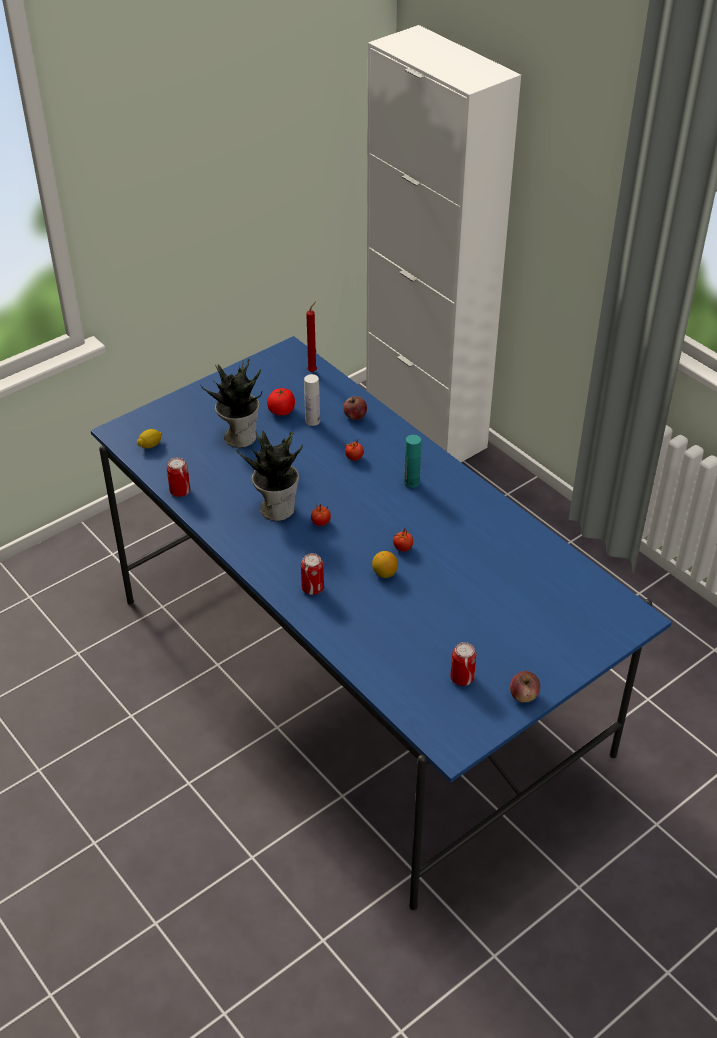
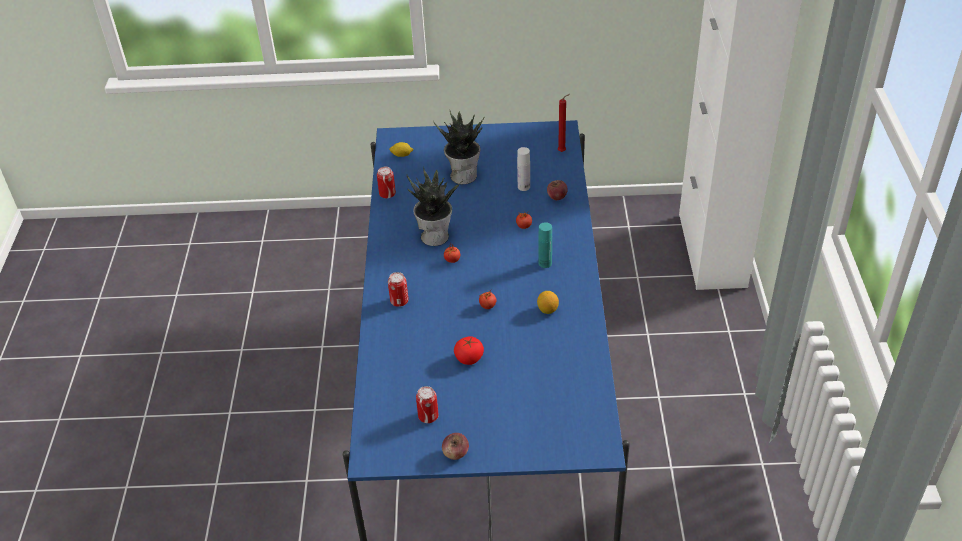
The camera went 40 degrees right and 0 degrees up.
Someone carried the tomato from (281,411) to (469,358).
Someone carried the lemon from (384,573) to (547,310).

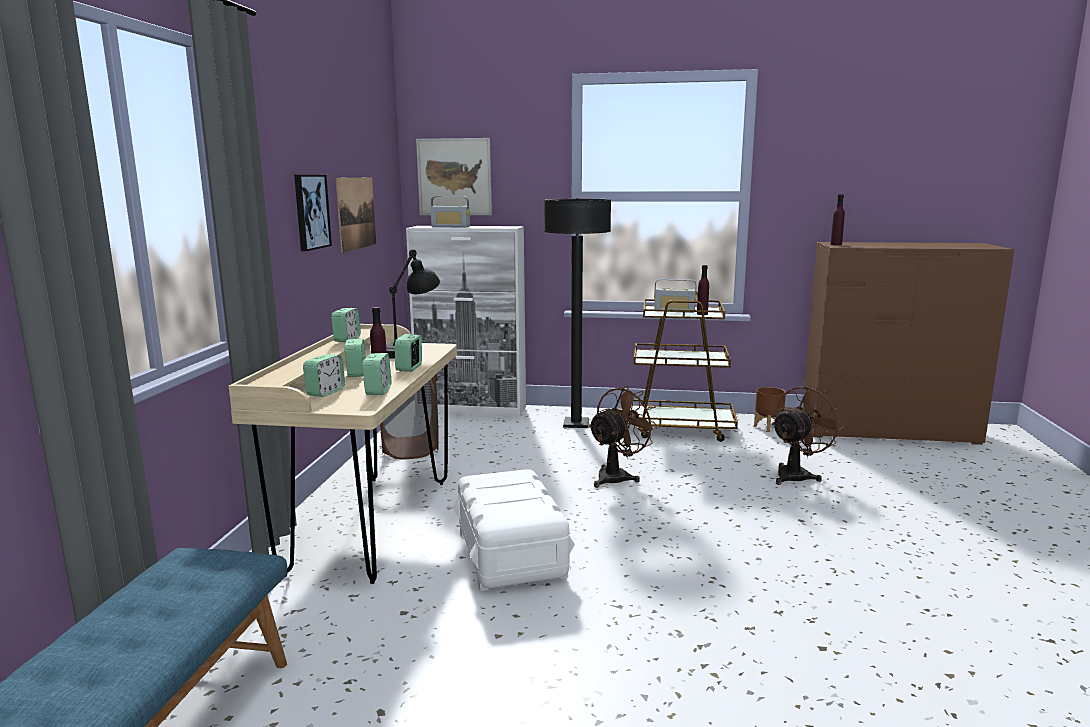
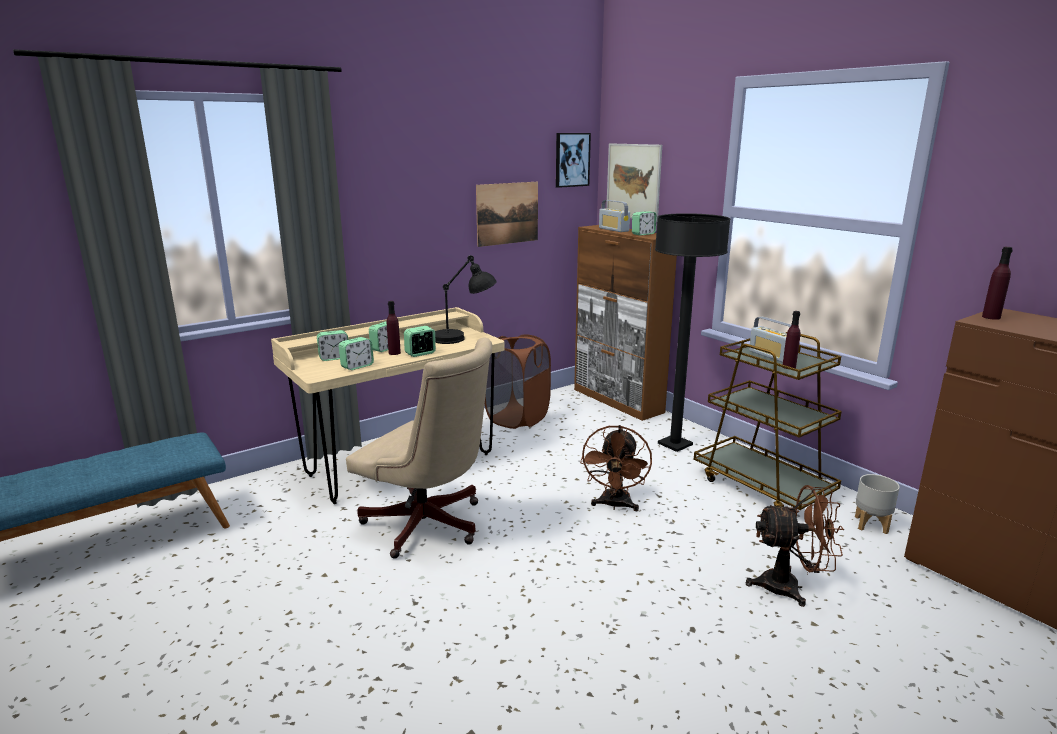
The camera went 45 degrees right and 5 degrees up.
Someone carried the picture from (311,211) to (572,160).
Someone repainted the cabinet (white) at (472,409), which became the cabinet (brown) at (618,401).
Someone carried the alarm clock from (347,339) to (643,234).
Someone rotated the fan (brown) at (617,476) by 105 degrees clockwise.
Someone repainted the planter (brown) at (768,427), which became the planter (grey) at (872,525).
Someone swapped the storage box (white) at (511,554) for the office chair (beige) at (429,527).

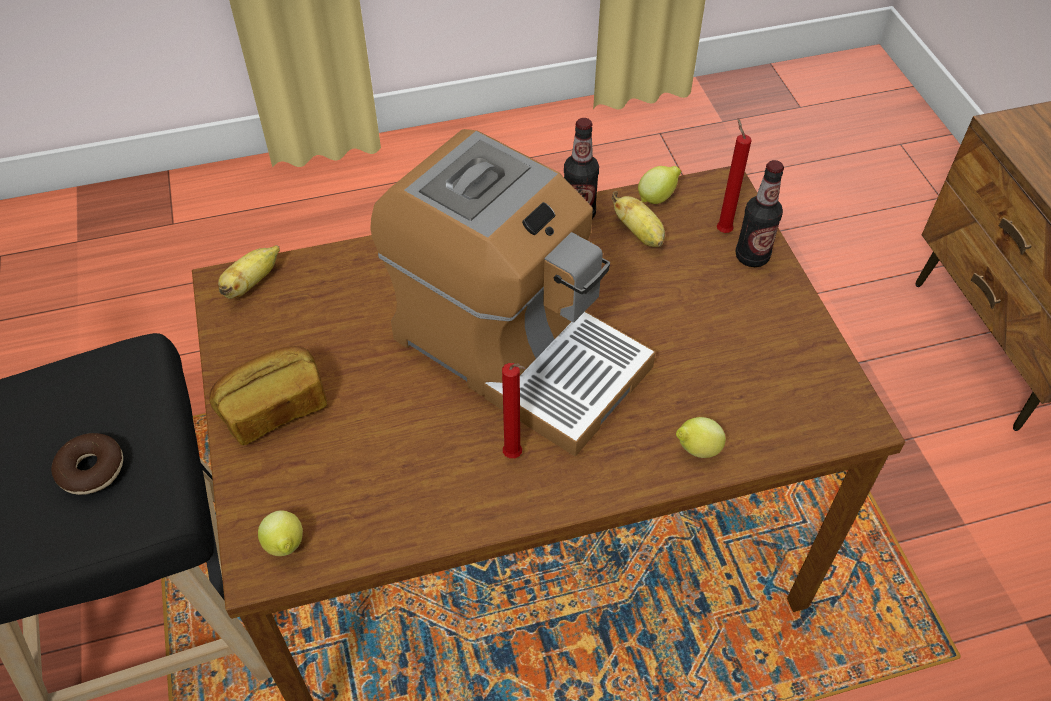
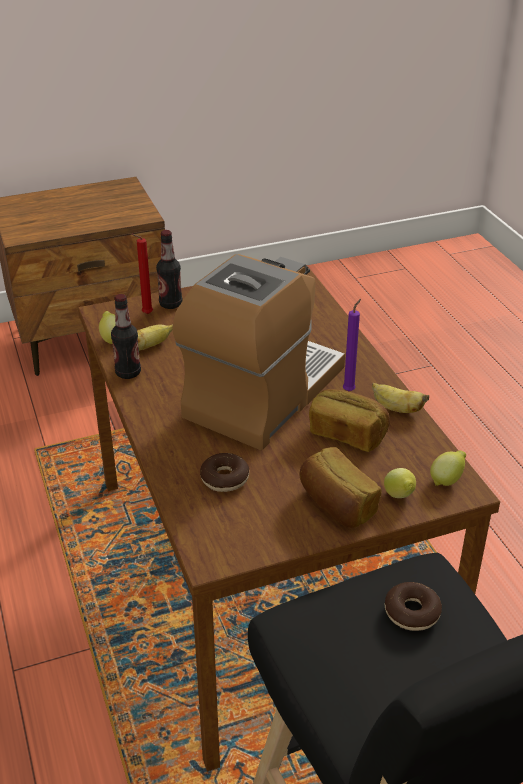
The camera went 95 degrees left and 15 degrees down.
Someone carried the banana from (251,283) to (396,408).
Someone repainted the candle (red) at (514,456), which became the candle (purple) at (350,390).
Someone carried the lemon from (696,450) to (399,496).
Someone put down the bread at (347,433).
Someone put down the donut at (224,478).

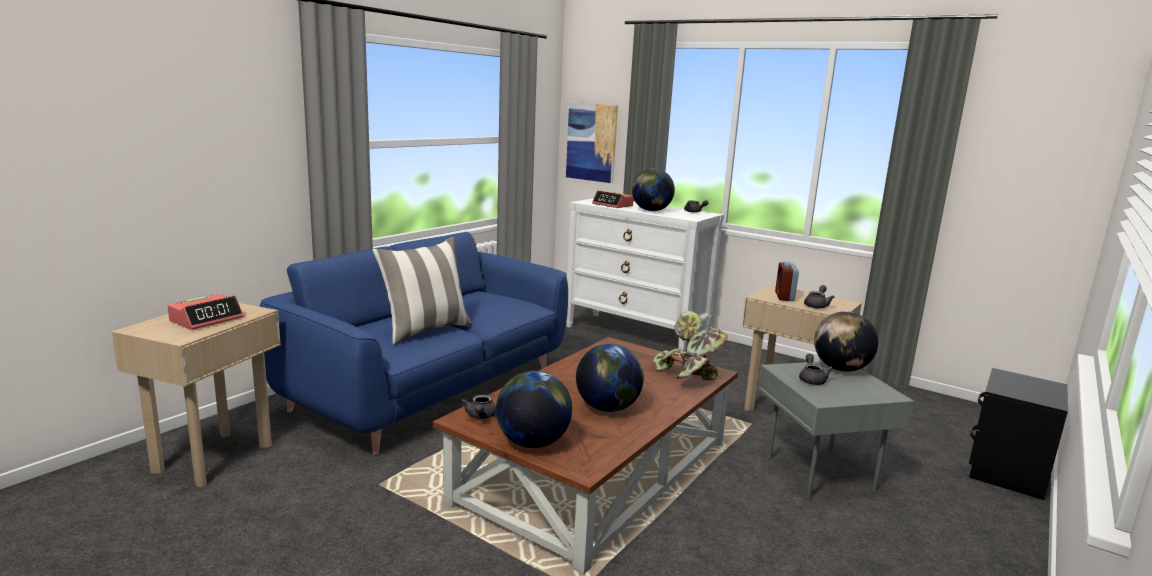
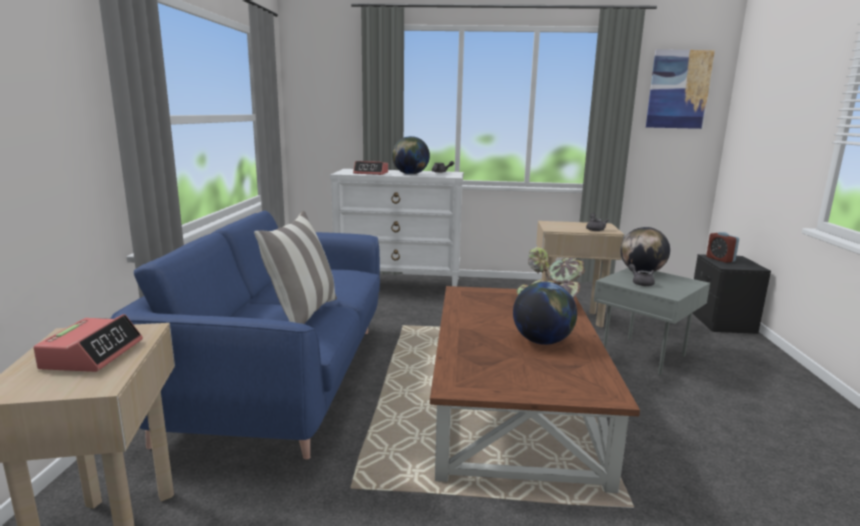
The camera went 30 degrees left and 0 degrees up.
Someone carried the picture from (591,142) to (678,89).
Someone carried the alarm clock from (784,297) to (720,259).
Someone took away the globe at (532,442).
Someone took away the teapot (grey) at (480,416).

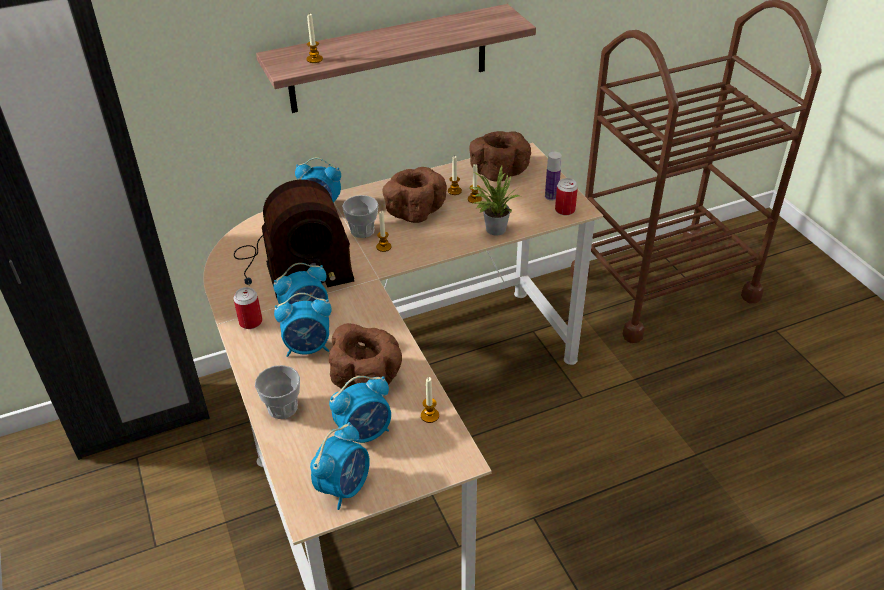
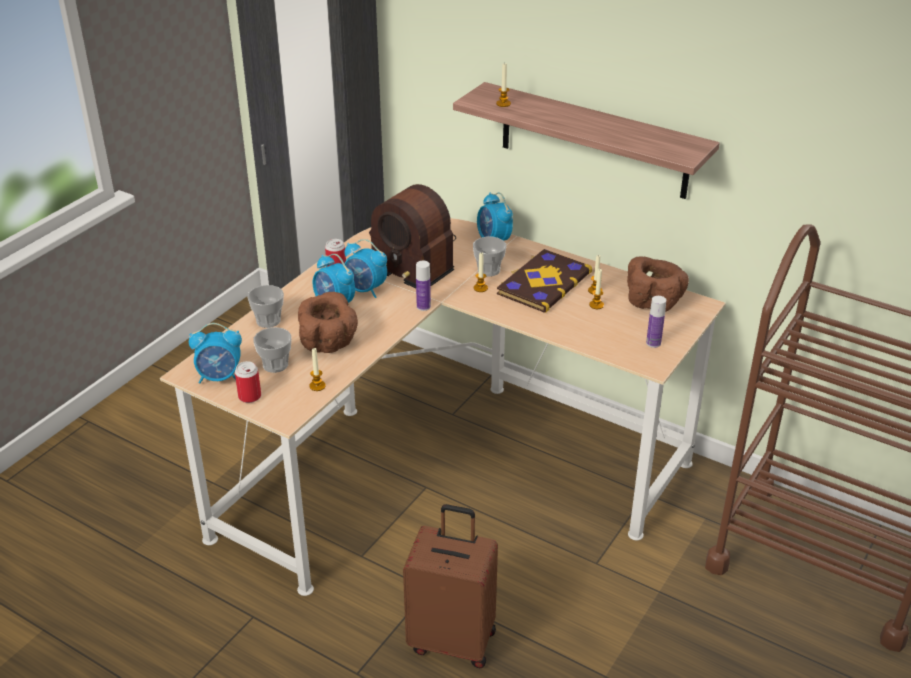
The camera went 55 degrees right and 5 degrees down.
Someone took away the potted plant at (493,229).
Someone swapped the bowl (brown) at (414,211) for the book at (543,283).
Someone carried the can from (565,210) to (249,396).
Someone swapped the alarm clock at (365,433) for the cup at (275,365).
Someone put down the bottle at (423,306).
Someone put down the suitcase (brown) at (453,639).

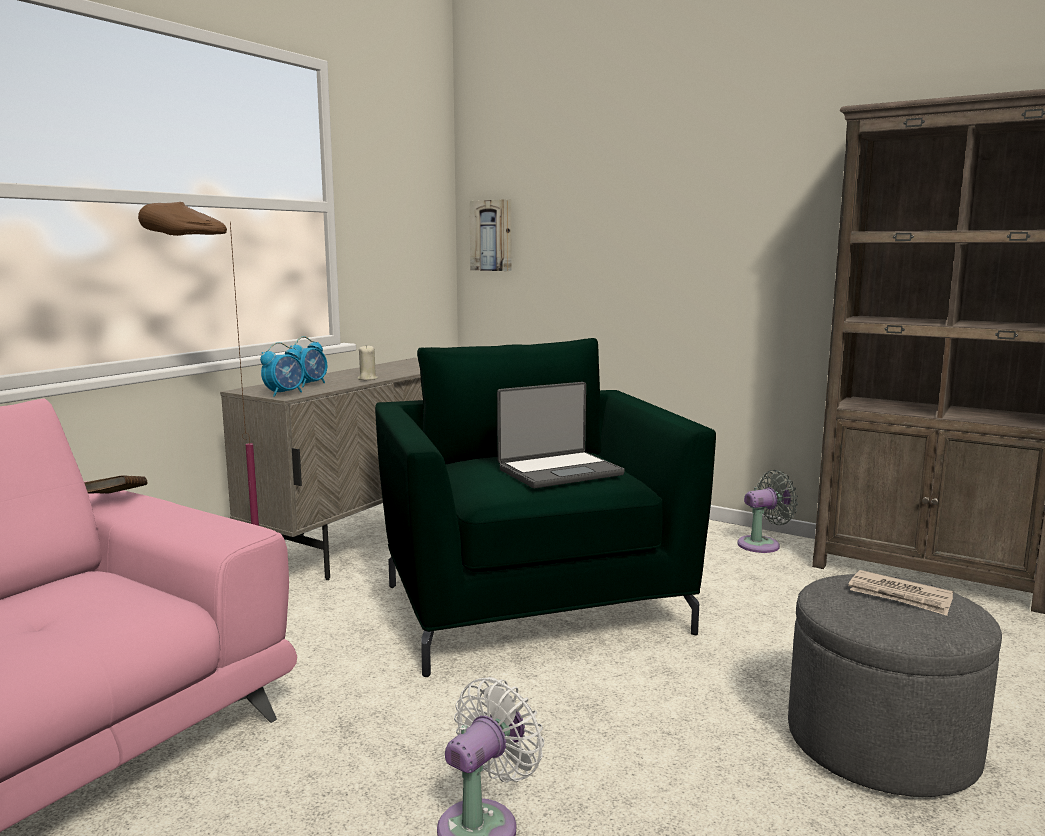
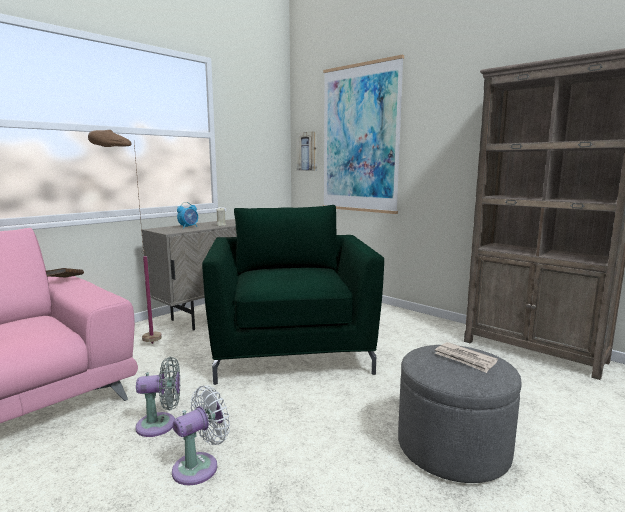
The camera went 10 degrees right and 0 degrees up.
Someone took away the alarm clock at (285,393).
Someone took away the laptop at (559,471).
Someone carried the fan (grey) from (762,544) to (160,425).
Someone put up the picture at (360,139).

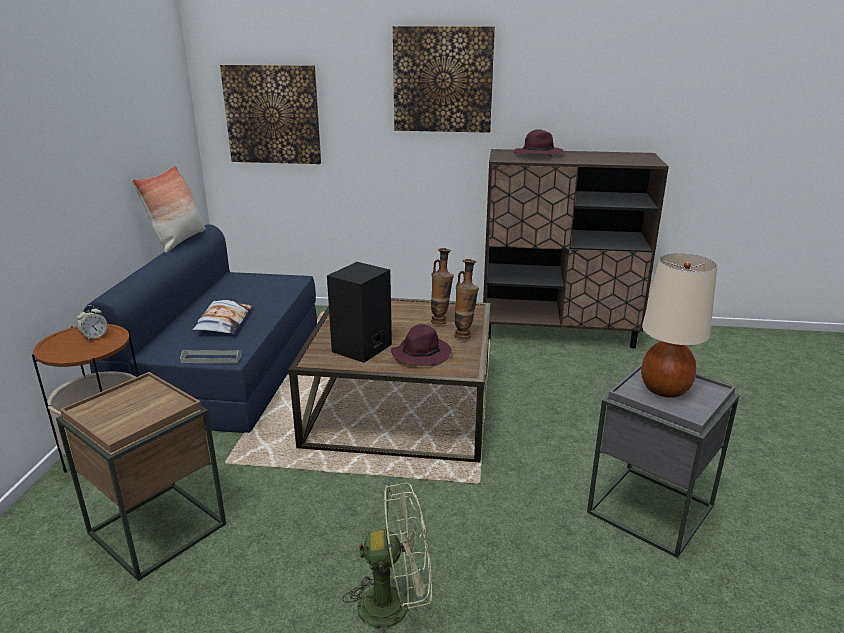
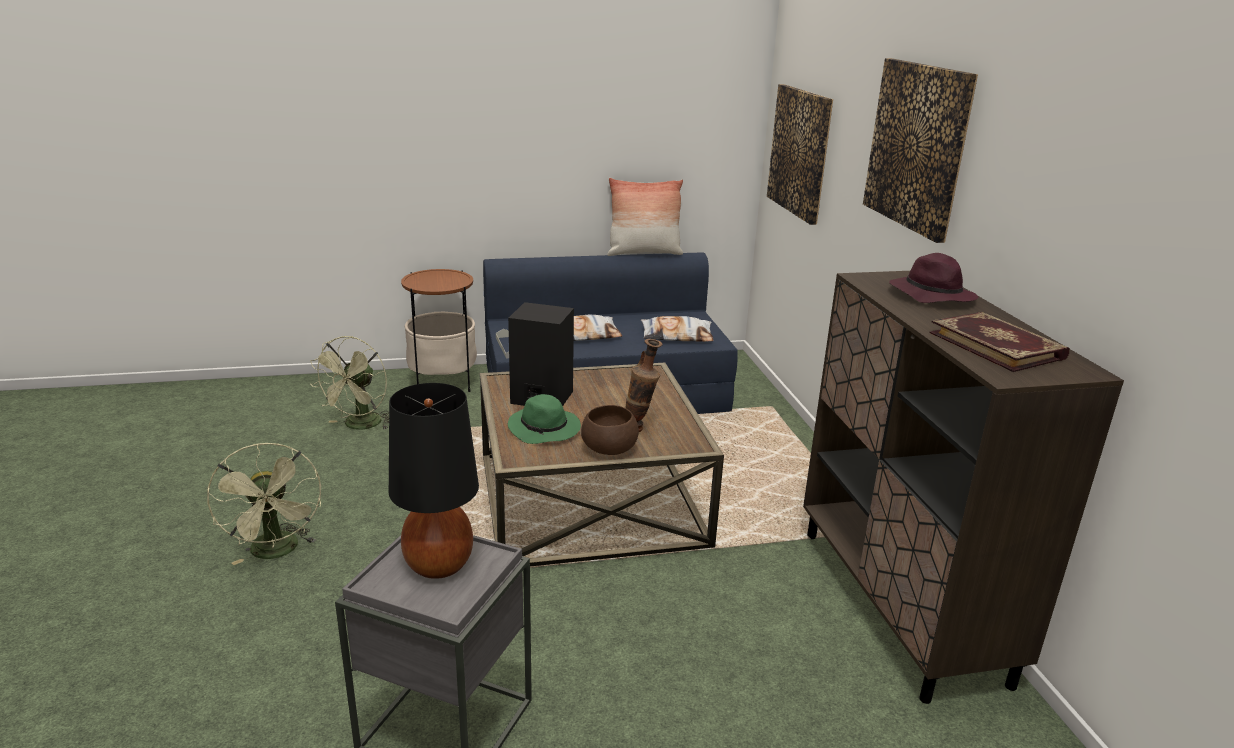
The camera went 70 degrees right and 0 degrees up.
Someone repainted the table lamp (beige) at (665,390), which became the table lamp (black) at (438,565).
Someone swapped the vase at (464,335) for the bowl (brown) at (608,448).
Someone took away the alarm clock at (94,337).
Someone repainted the hat (purple) at (421,354), which became the hat (green) at (545,429).
Someone swapped the side table (brown) at (157,528) for the fan (green) at (359,426).
Someone put down the book at (997,345).
Someone put down the pillow at (677,336).

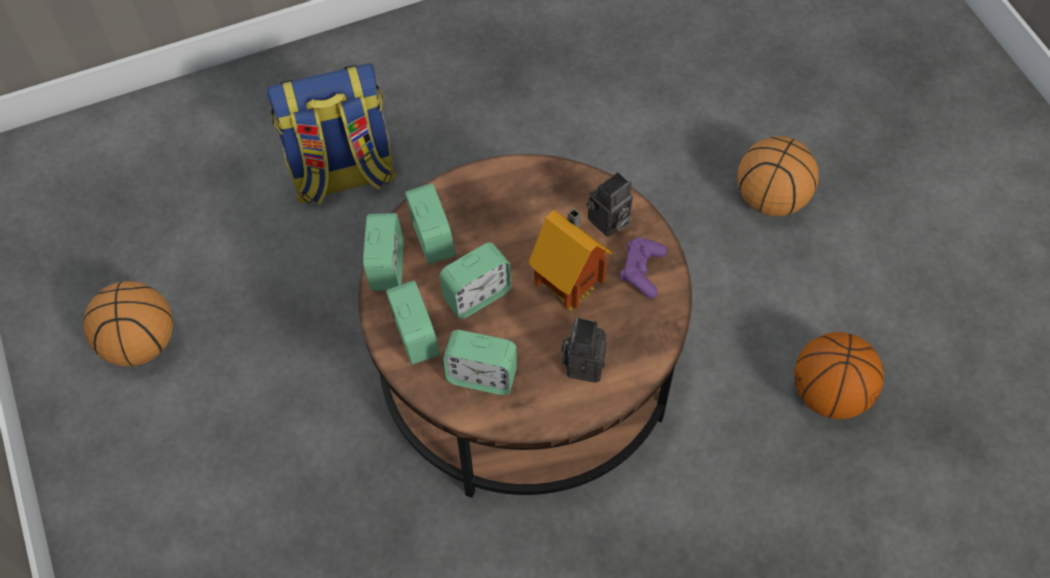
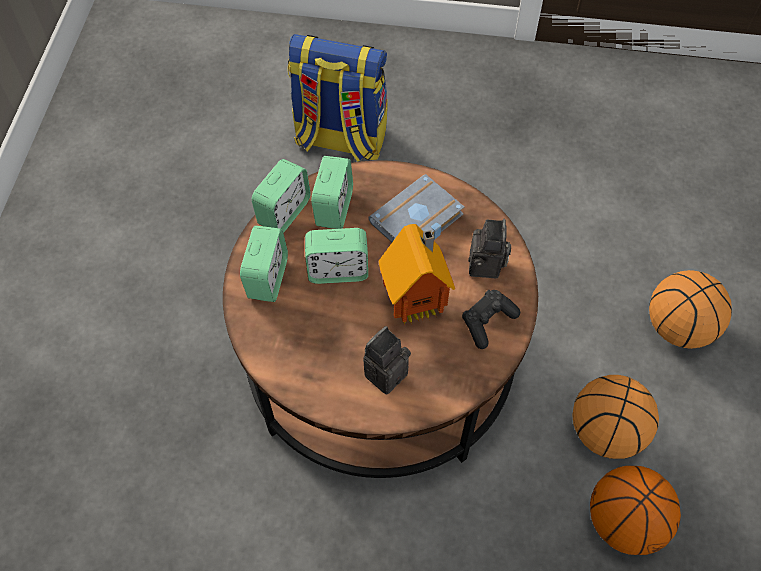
The camera went 30 degrees right and 0 degrees up.
Someone rotated the photo camera at (608,222) by 75 degrees counterclockwise.
Someone repainted the game controller (purple) at (642,271), which became the game controller (black) at (487,322).
Someone carried the basketball from (140,344) to (604,431).
Someone took away the alarm clock at (481,376).
Someone put down the book (grey) at (417,222).

